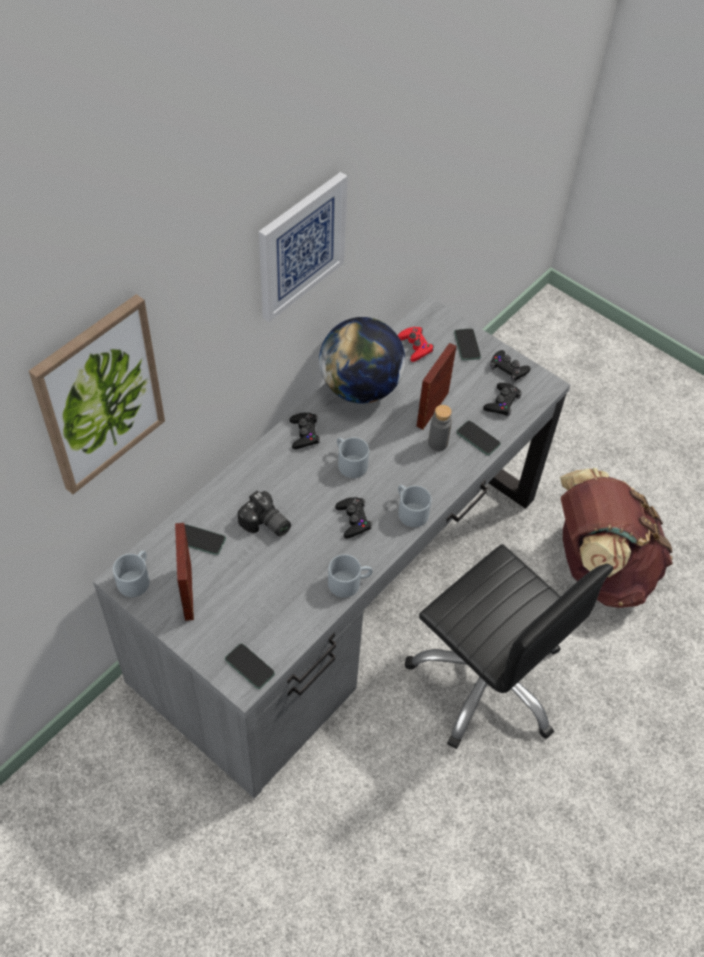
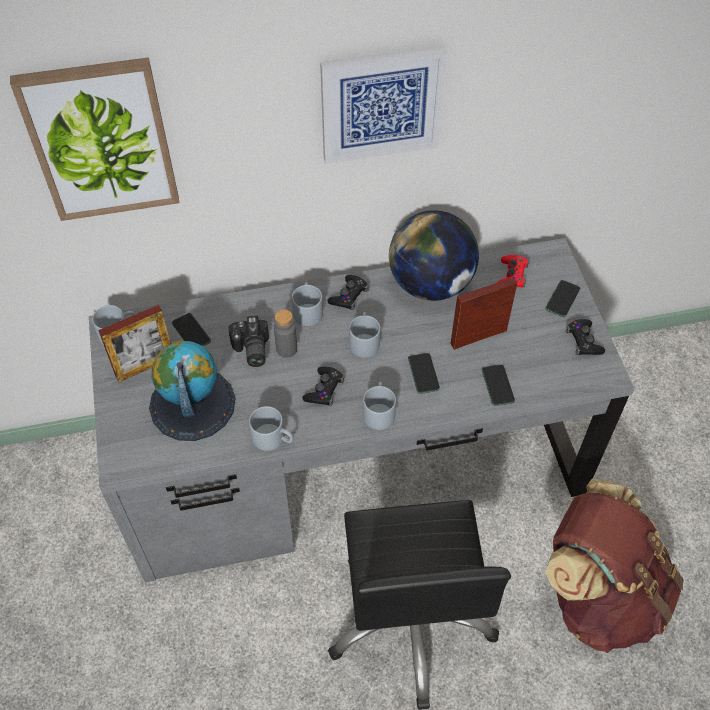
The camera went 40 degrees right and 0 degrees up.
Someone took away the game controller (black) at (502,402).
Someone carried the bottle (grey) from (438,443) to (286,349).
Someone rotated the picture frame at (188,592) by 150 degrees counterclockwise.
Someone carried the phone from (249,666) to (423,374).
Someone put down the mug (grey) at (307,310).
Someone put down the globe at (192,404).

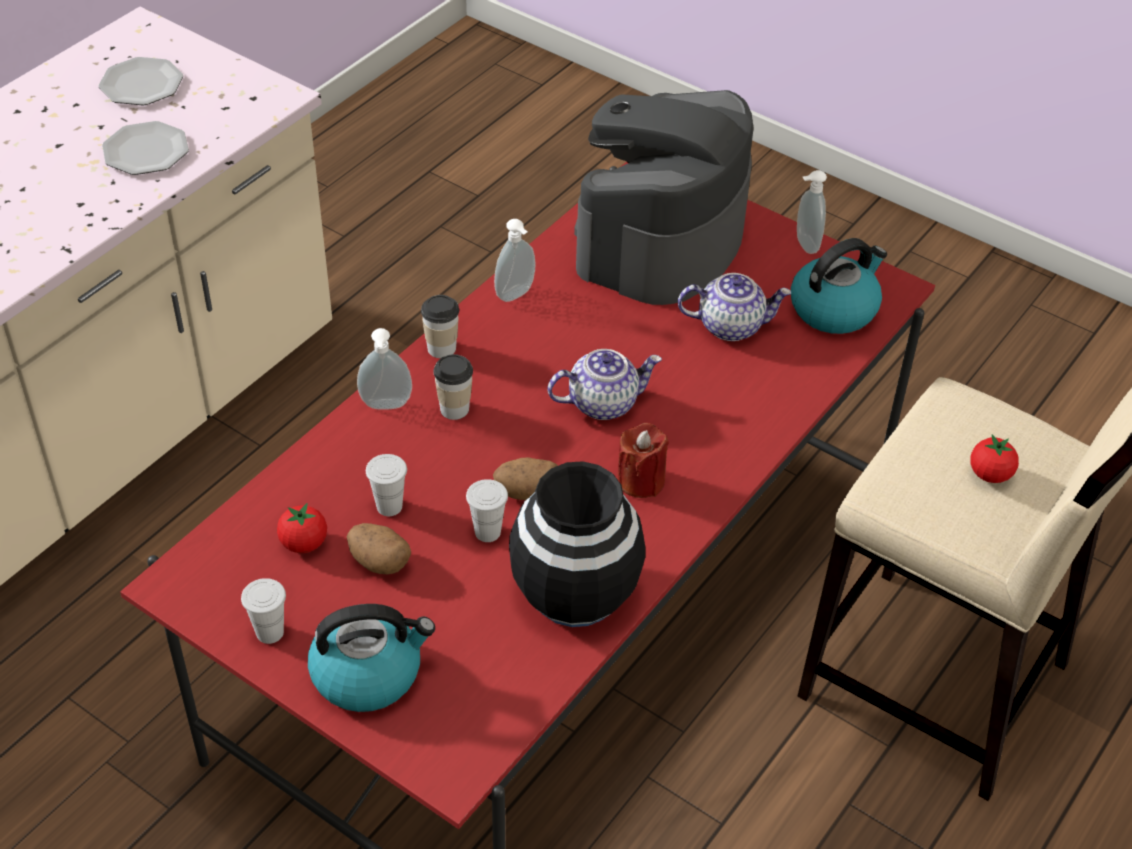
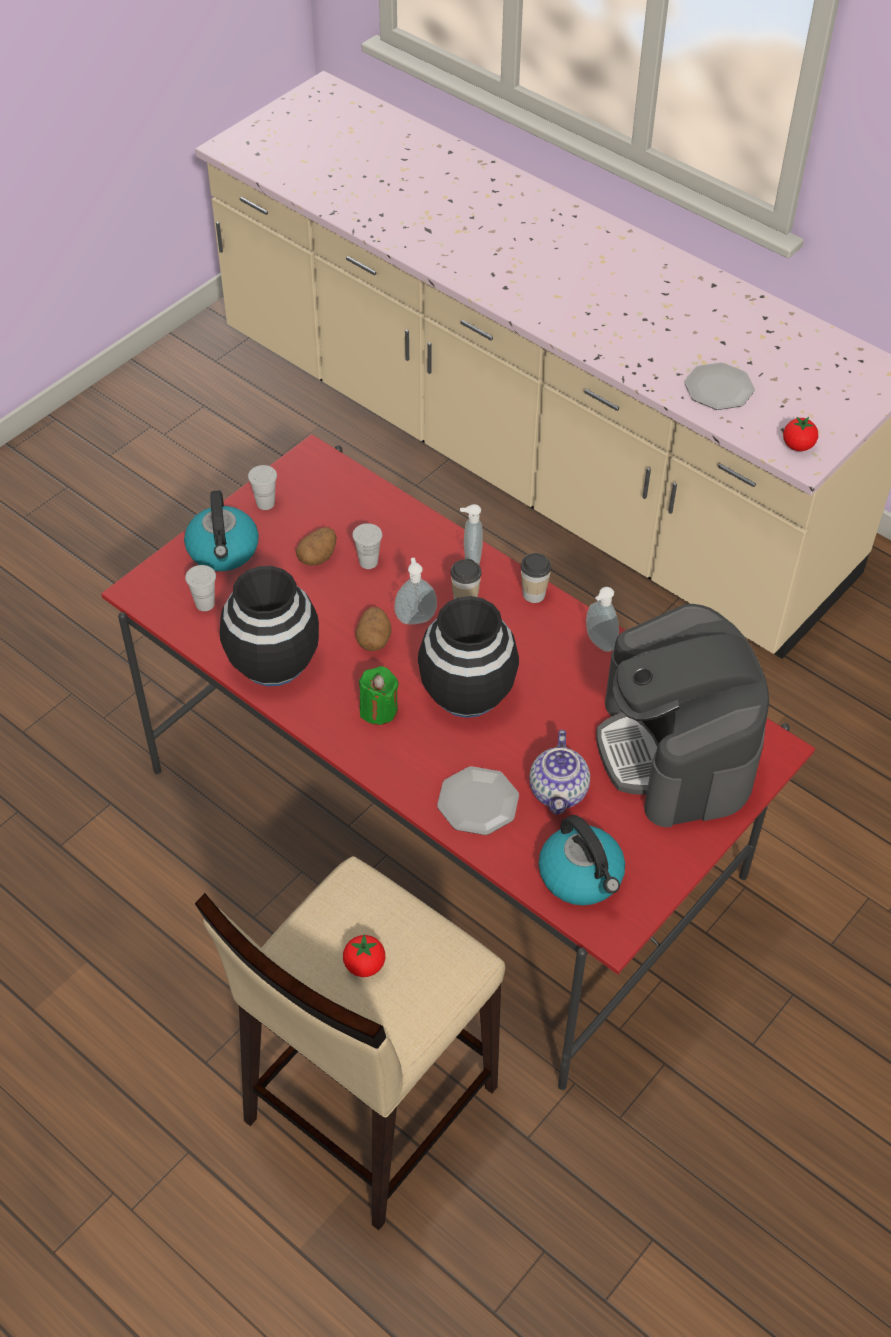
The camera went 95 degrees right and 5 degrees up.
Someone carried the plate from (142,84) to (478,803).
Someone rotated the coffee machine at (660,240) by 135 degrees counterclockwise.
Someone carried the soap dispenser from (804,244) to (415,618).
Someone swapped the teapot at (603,402) for the vase (black) at (467,693).
Someone repainted the candle (red) at (640,480), which became the candle (green) at (378,710).
Someone carried the cup (white) from (487,532) to (205,604).
Someone carried the tomato from (304,543) to (798,446).

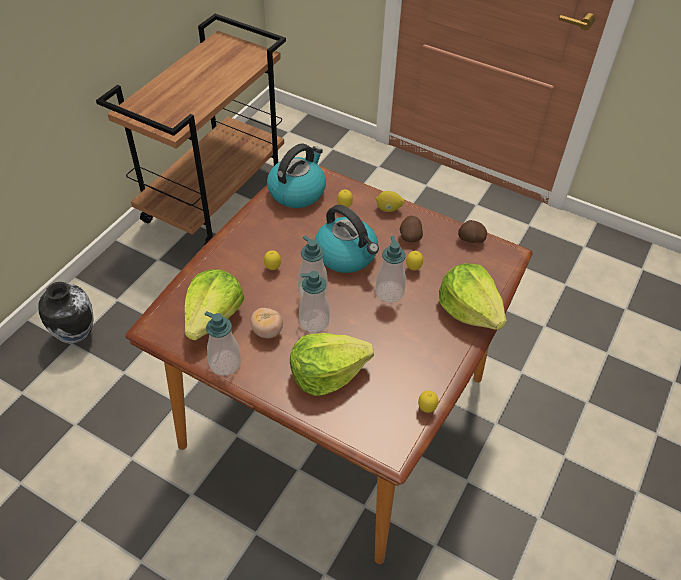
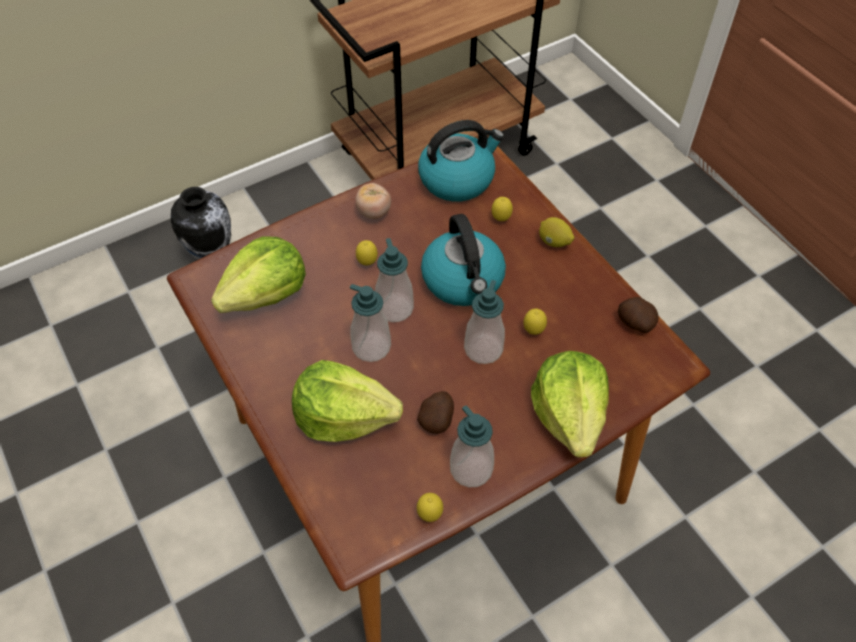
The camera went 30 degrees right and 5 degrees up.
Someone carried the potato from (410,236) to (437,419).
Someone carried the tomato from (267,331) to (374,212).
Someone carried the soap dispenser from (225,363) to (471,469).

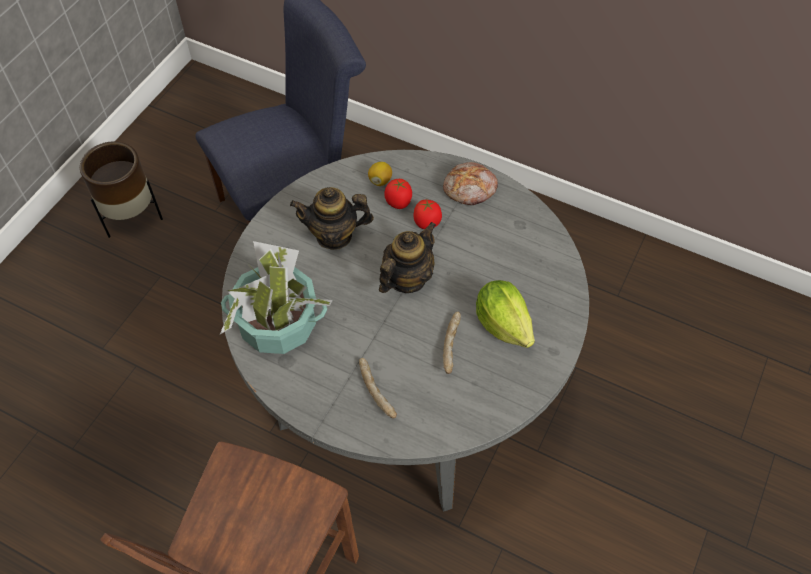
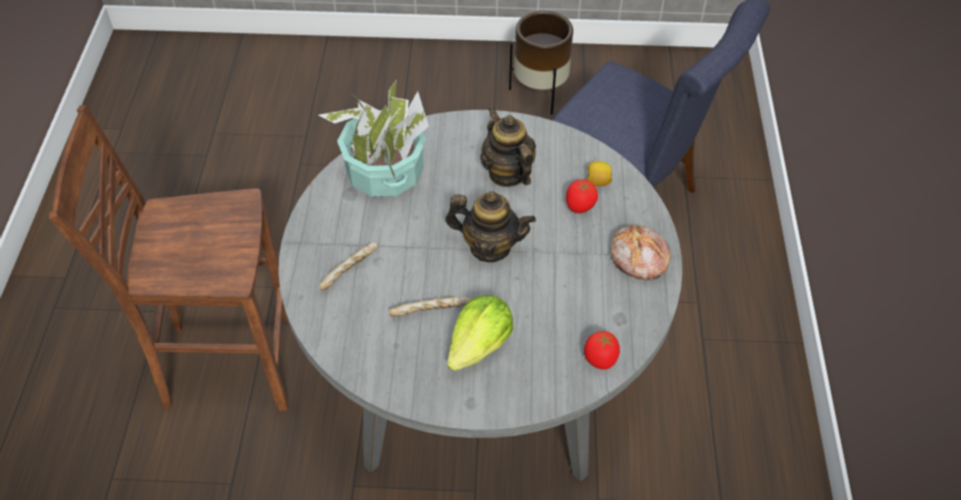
The camera went 65 degrees right and 5 degrees down.
Someone carried the tomato from (427,223) to (600,359).

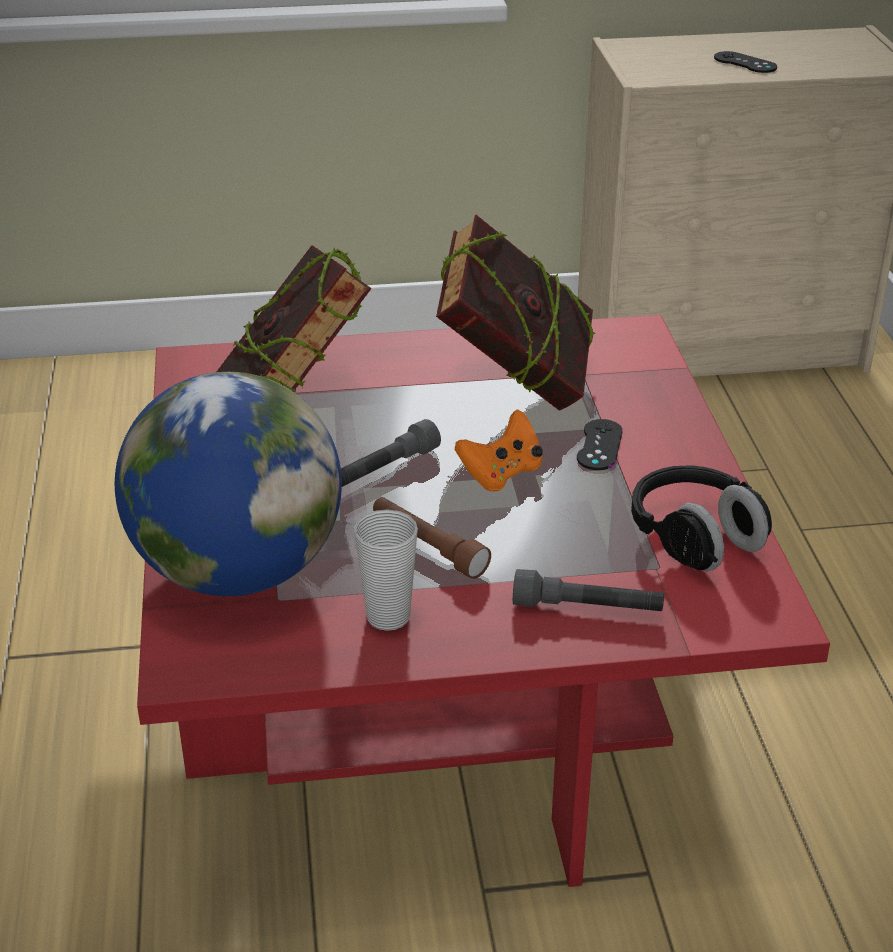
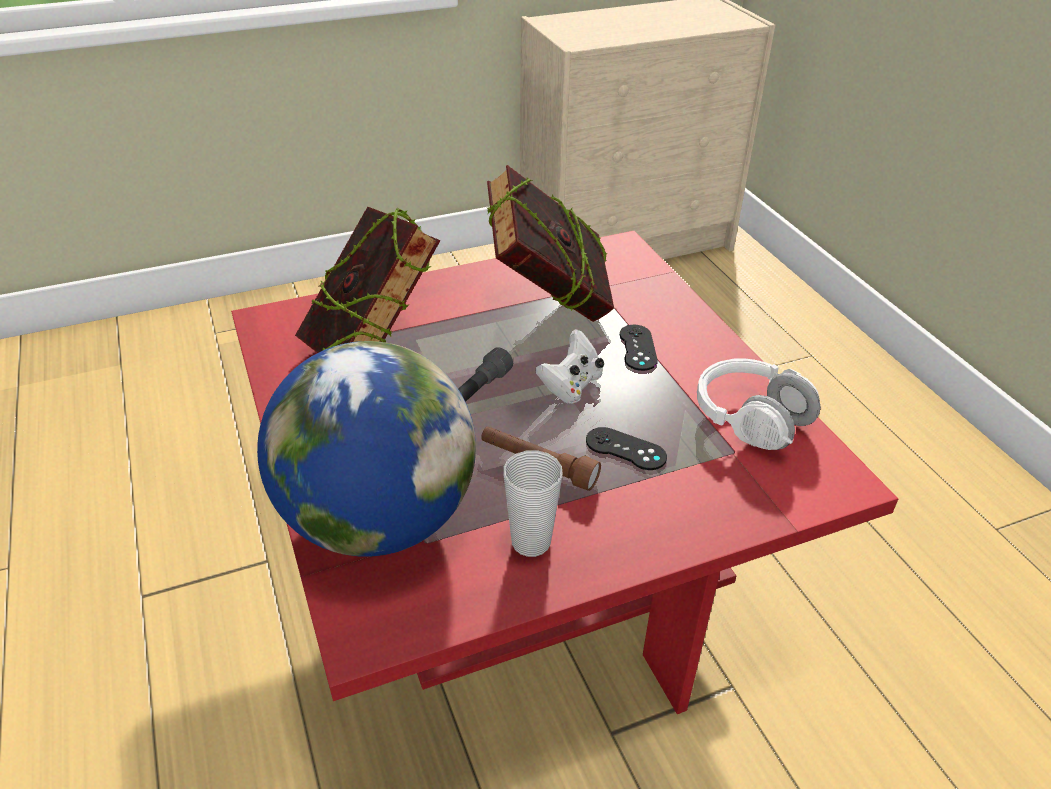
The camera went 15 degrees left and 5 degrees up.
Someone carried the game controller (black) from (745,63) to (625,449).
Someone repainted the game controller (orange) at (501,474), which became the game controller (white) at (571,386).
Someone repainted the headphones (black) at (695,539), which became the headphones (white) at (750,421).
Someone took away the flashlight (grey) at (587,608).

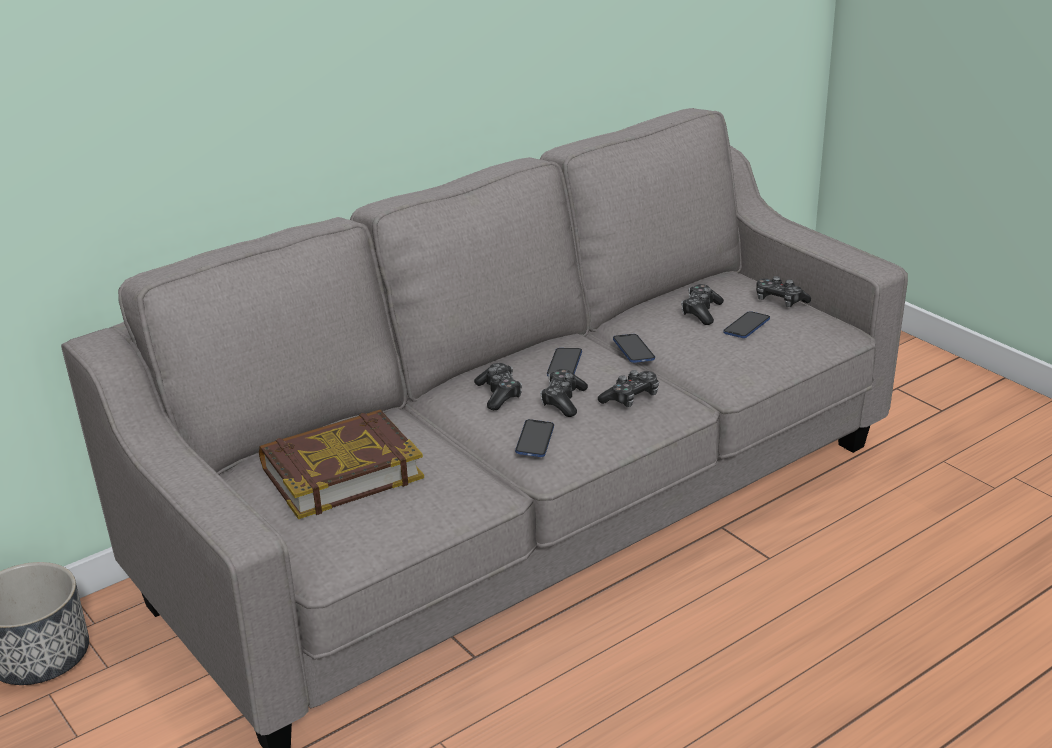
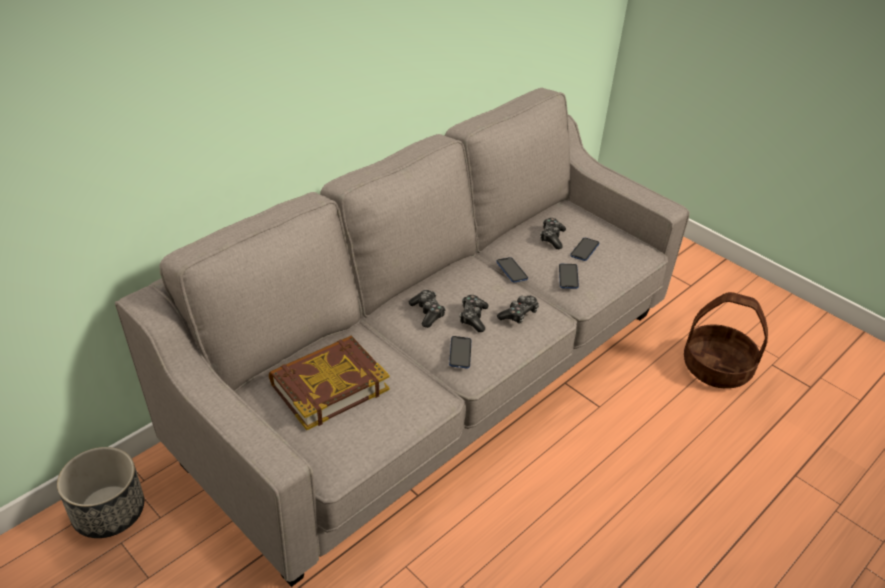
The camera went 10 degrees left and 10 degrees up.
Someone took away the game controller at (779,301).
Someone carried the phone from (564,364) to (568,277).
Someone put down the basket at (717,367).

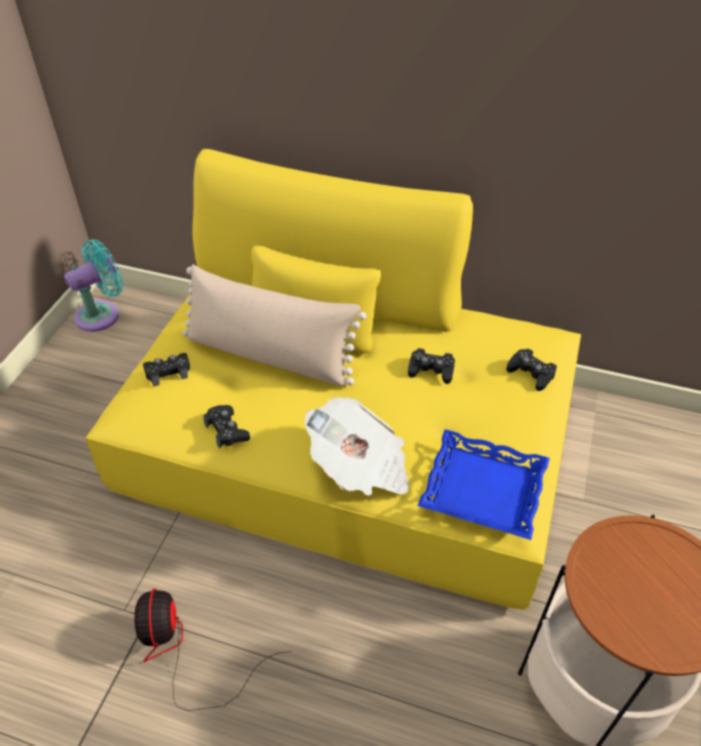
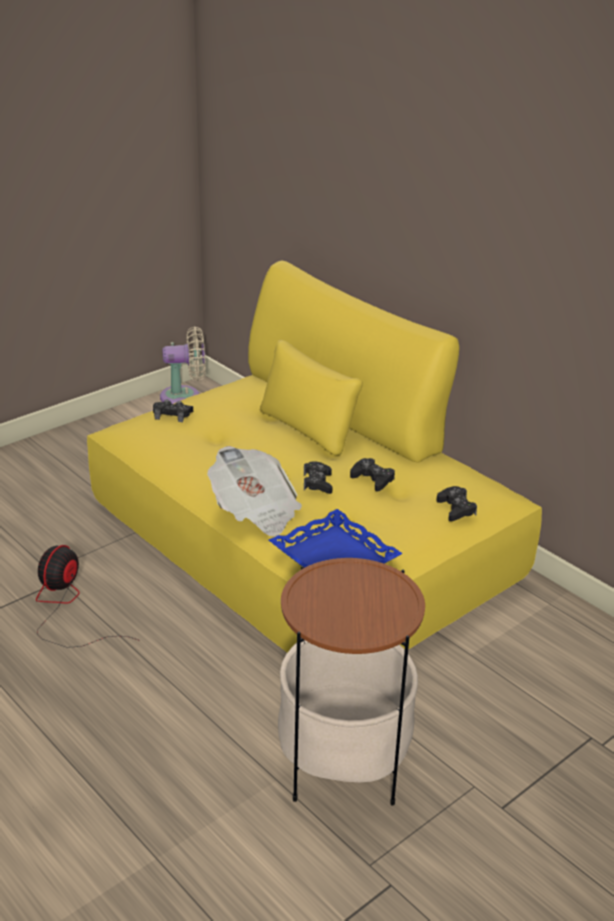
The camera went 30 degrees right and 15 degrees down.
Someone repainted the fan (turquoise) at (102,314), which became the fan (beige) at (184,396).
Someone took away the pillow (beige) at (270,355).
Someone carried the game controller (black) from (227,430) to (317,483).

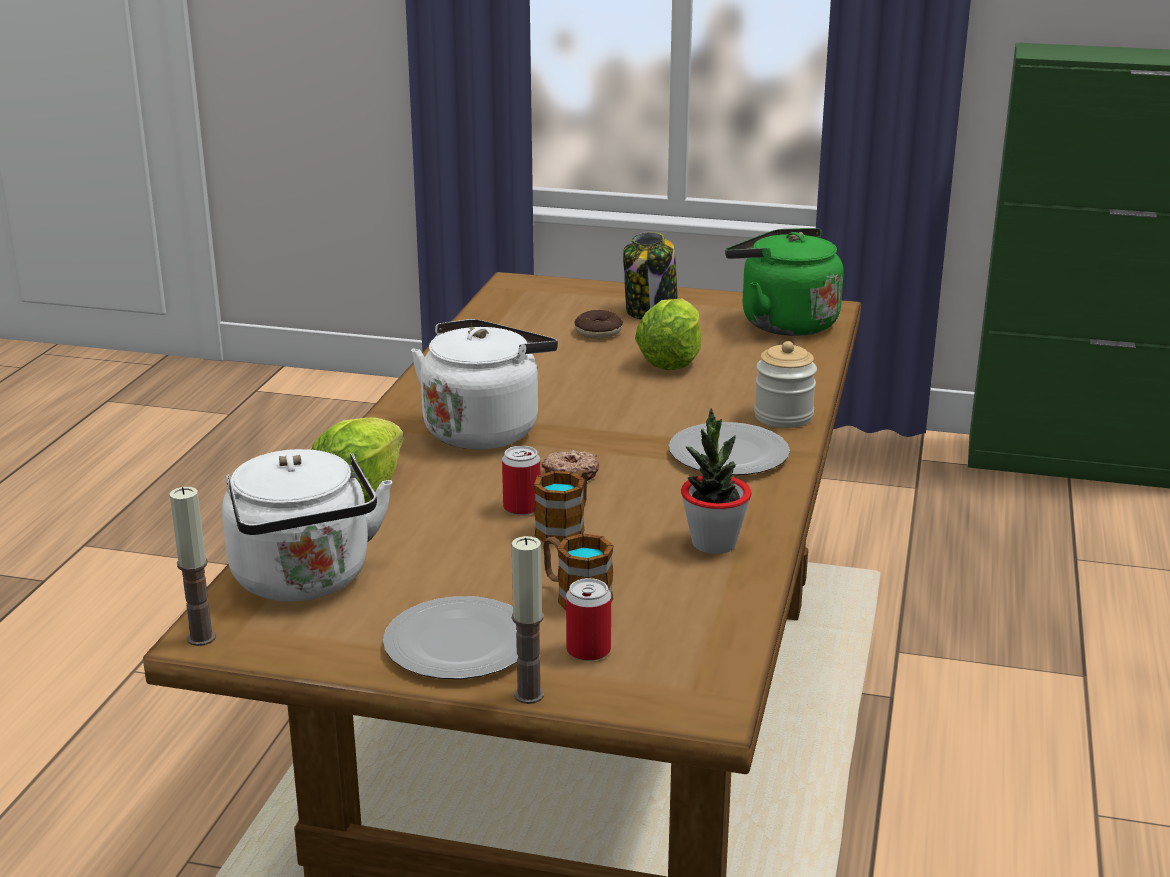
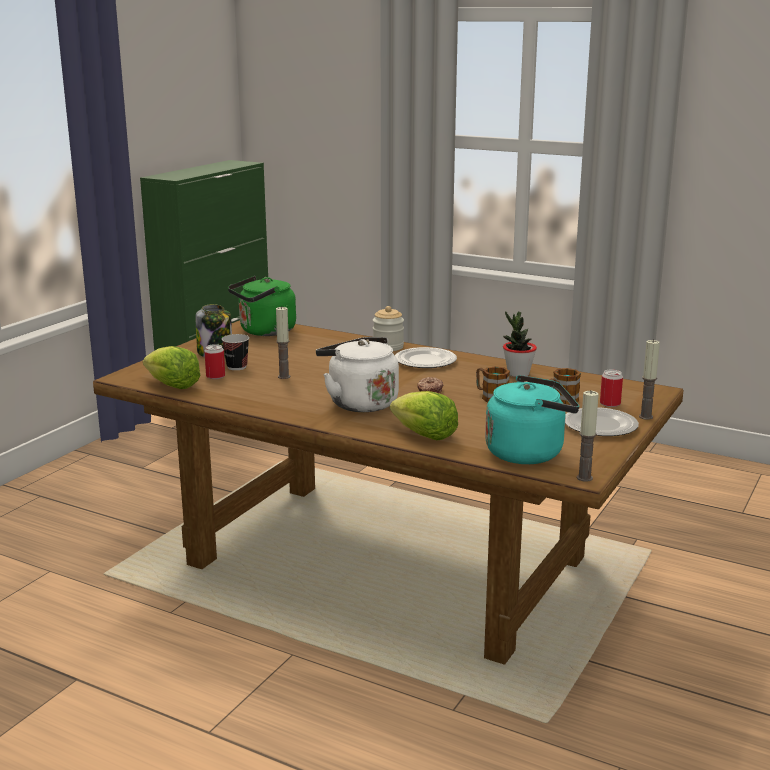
The camera went 75 degrees left and 5 degrees down.
Someone carried the lettuce from (672,360) to (172,386).
Someone swapped the donut at (598,332) for the cup at (237,367).
Someone carried the can from (522,508) to (215,376).
Someone repainted the kettle (white) at (305,581), which became the kettle (turquoise) at (529,452).
Someone put down the candle at (284,377).

